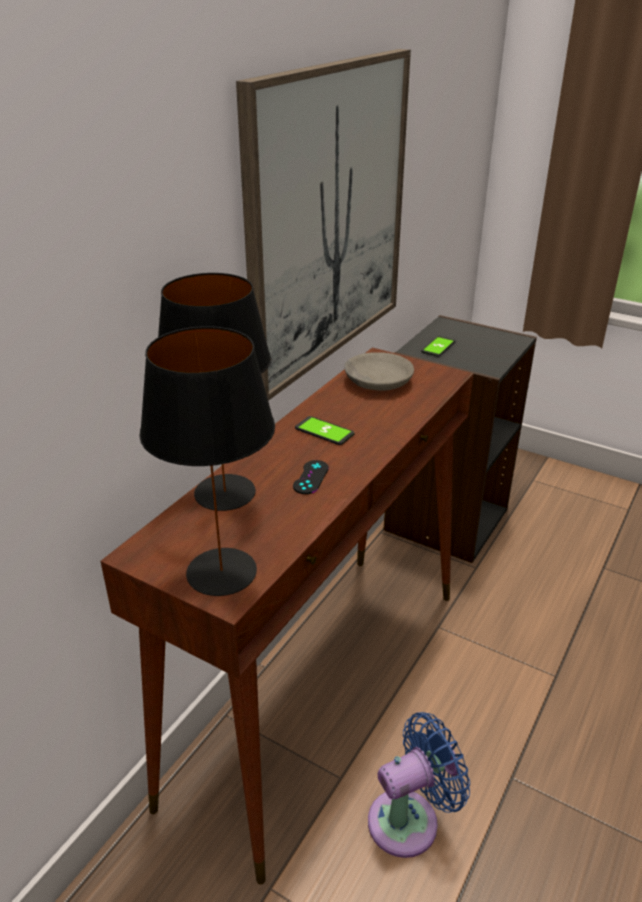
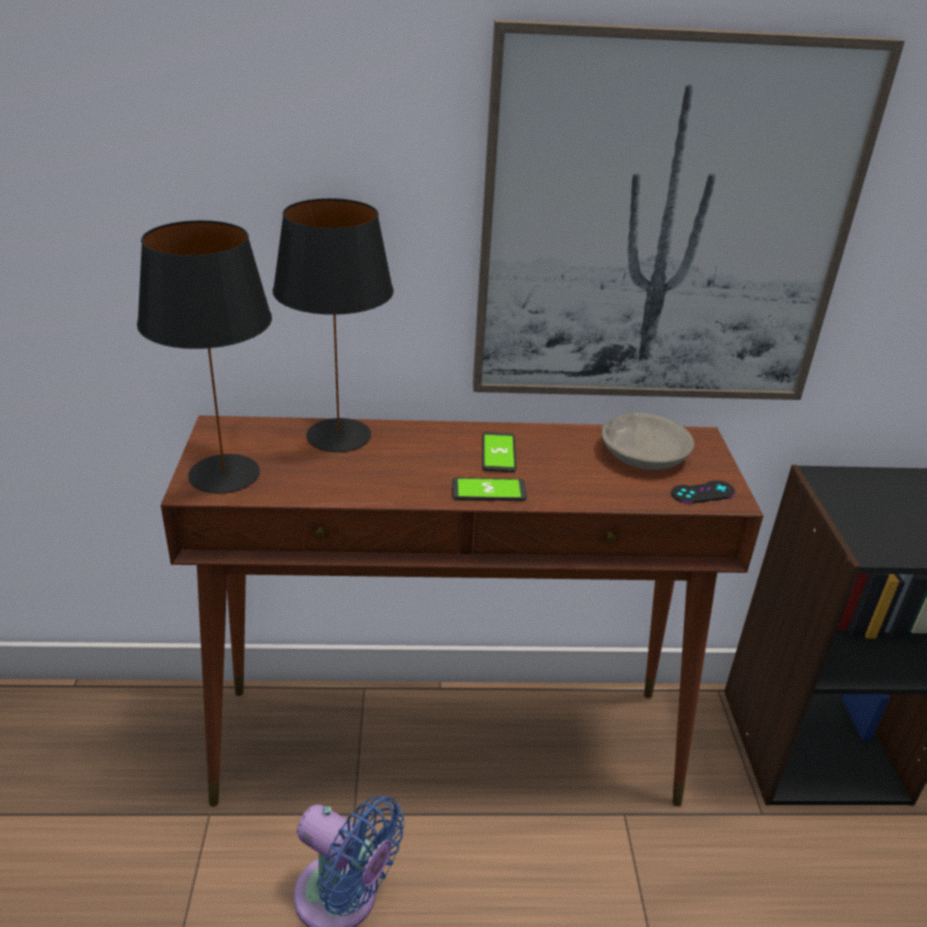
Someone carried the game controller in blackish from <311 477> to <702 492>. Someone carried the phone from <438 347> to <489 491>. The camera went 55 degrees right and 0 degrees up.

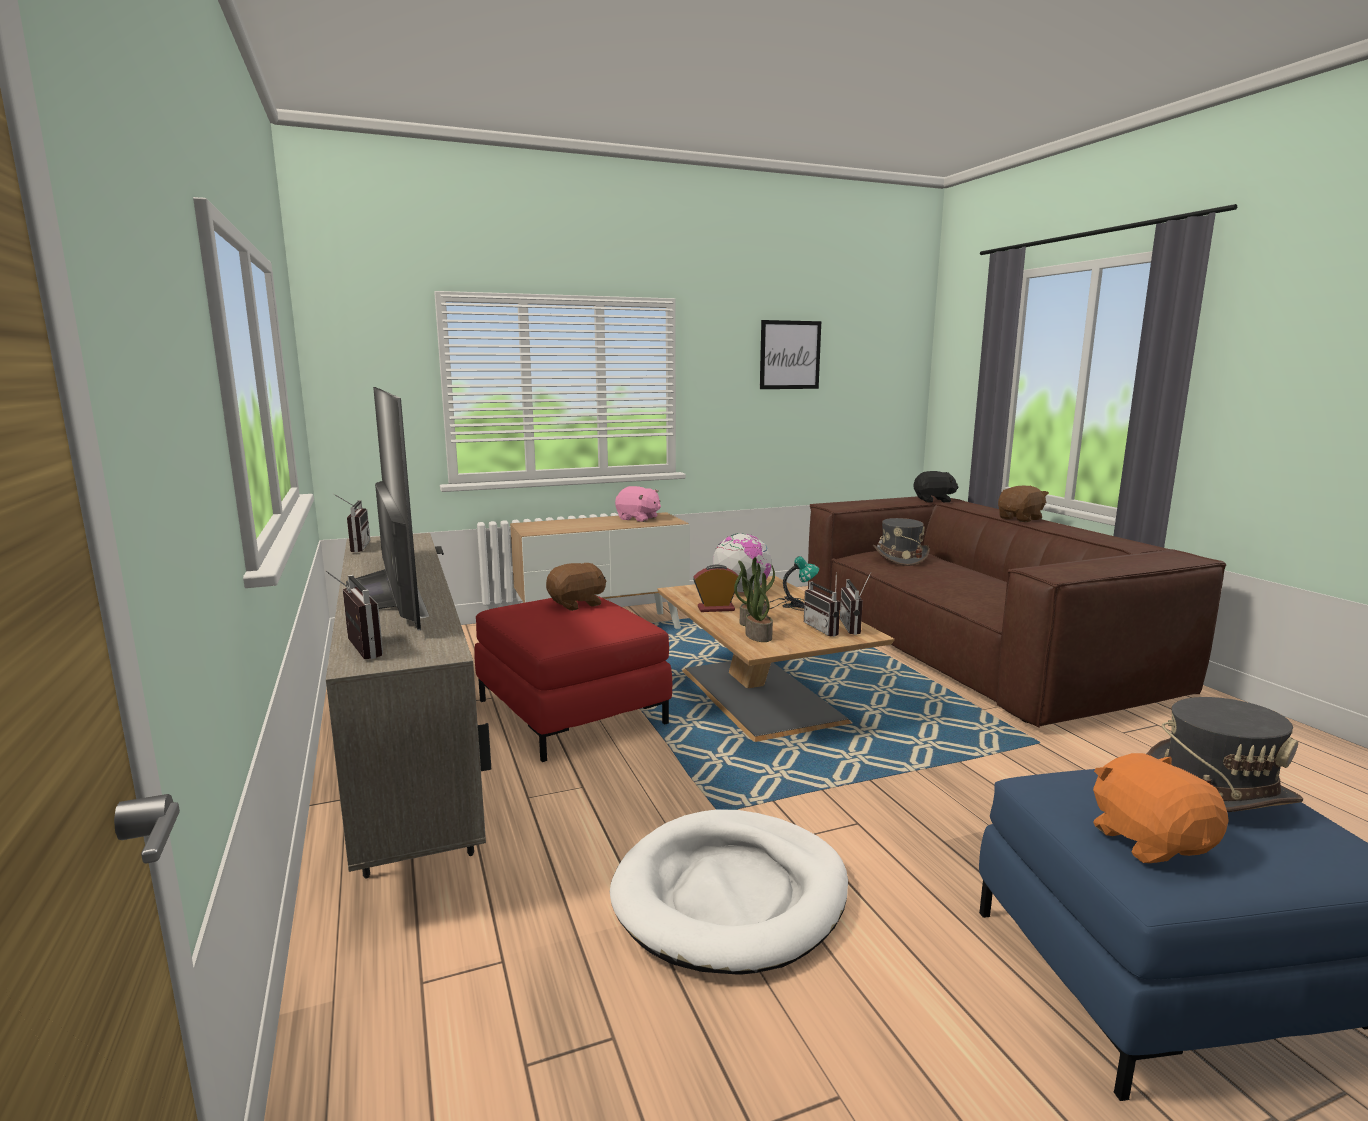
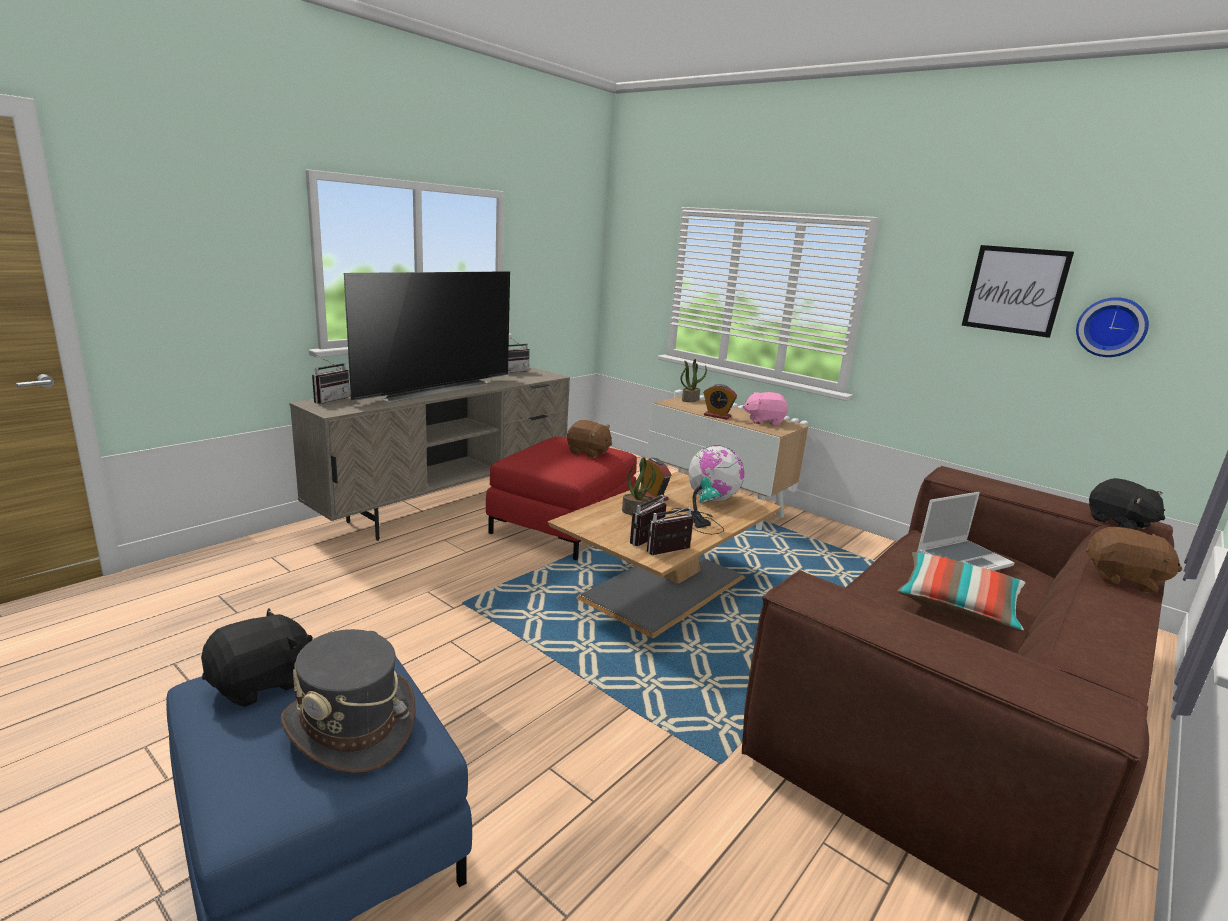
Someone took away the pet bed in whitish at <731 895>. Someone put down the alarm clock at <717 416>. Someone put down the pillow at <957 605>. Someone put up the hanging clock at <1112 327>. Someone carried the plant in a pot from <757 636> to <690 400>. Someone swapped the wearable hat in gray at <899 558> for the portable computer at <963 559>. Someone repainted the plush toy in orange at <1150 841>, which became the plush toy in blackish at <260 683>. Someone rotated the plush toy in pink-coloured at <638 519> by 90 degrees clockwise. The camera went 60 degrees right and 5 degrees up.

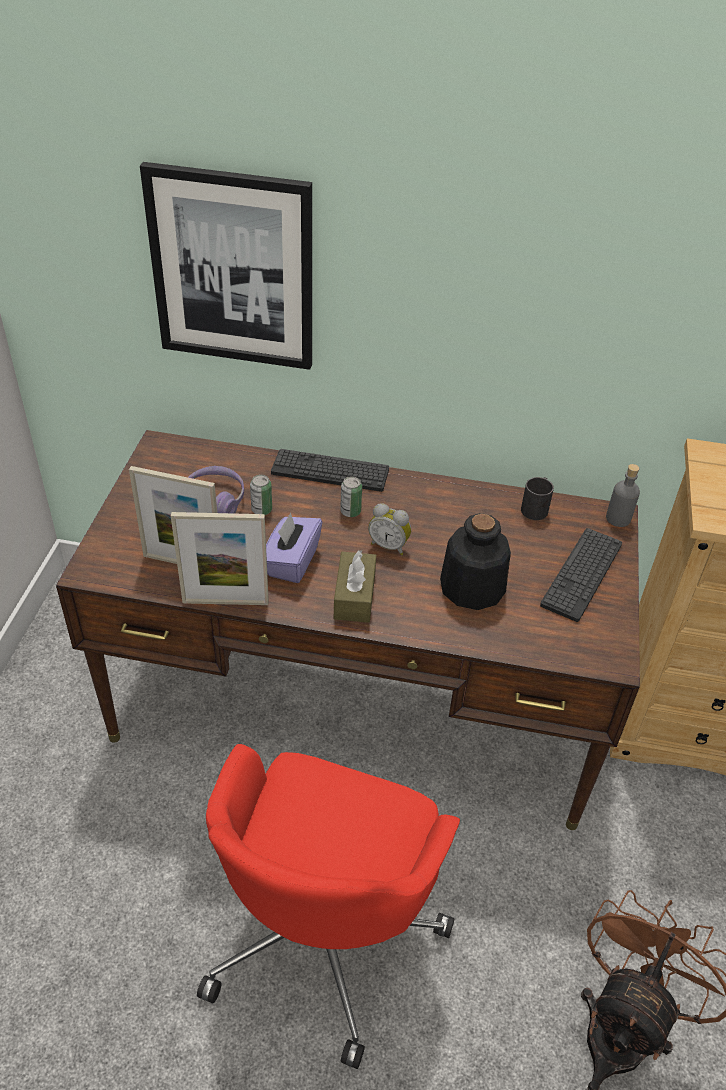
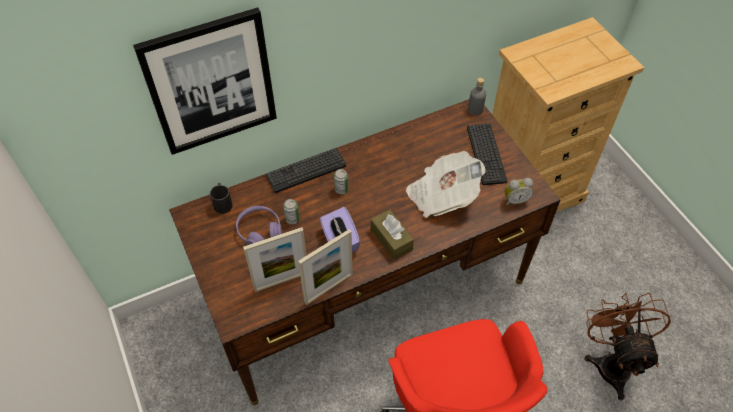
Someone carried the alarm clock from <389 545> to <515 200>. Someone carried the tea mug in blackish from <536 507> to <222 202>. Someone swapped the bottle at <471 587> for the daily paper at <442 195>. The camera went 35 degrees left and 10 degrees up.

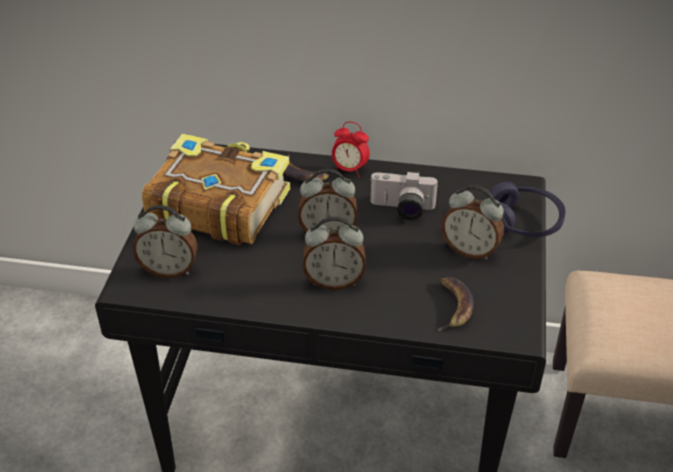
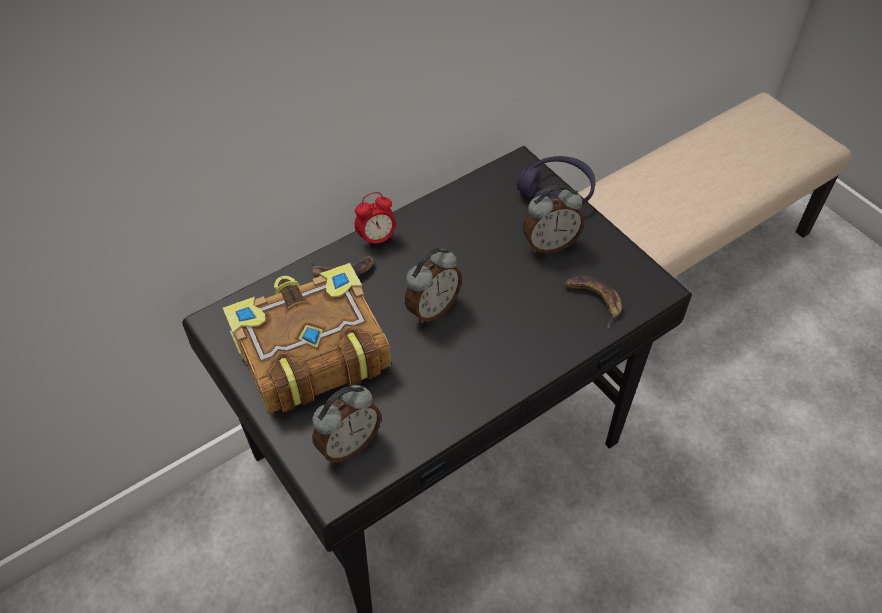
Someone took away the alarm clock at <334 281>. Someone took away the photo camera at <402 209>. The camera went 45 degrees left and 10 degrees up.

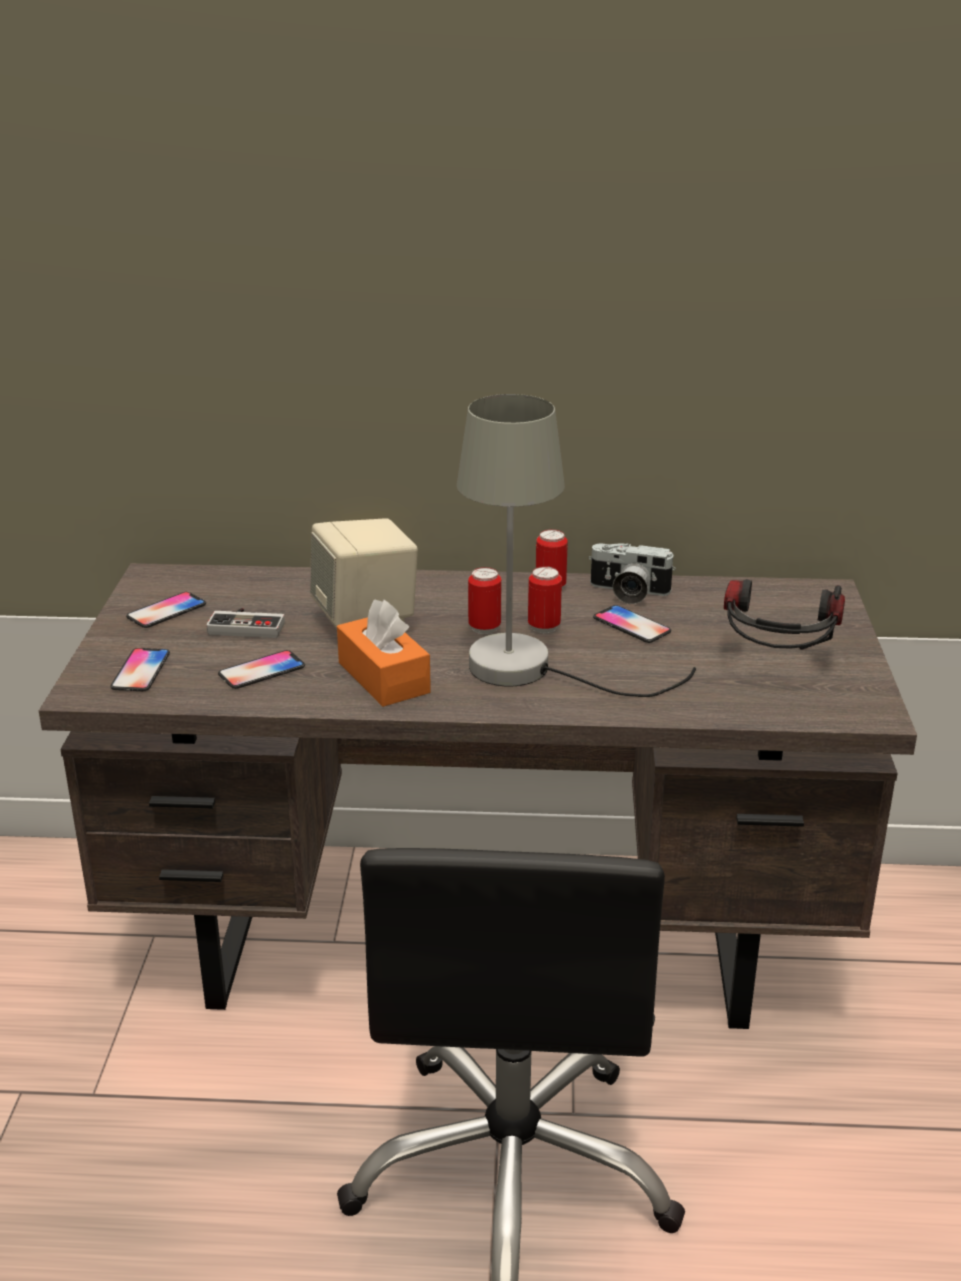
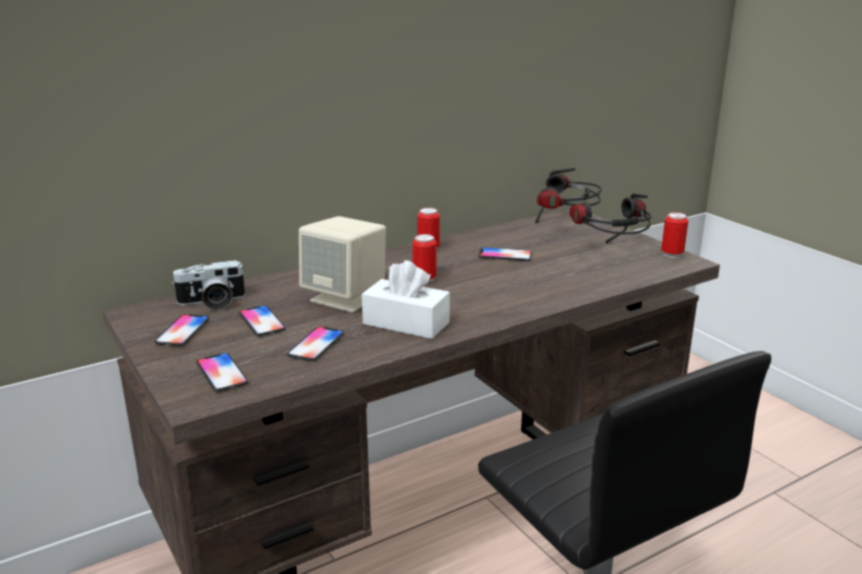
Someone took away the table lamp in gray at <534 670>. Someone put down the headphones at <565 229>. Someone carried the metal can from <544 627> to <672 254>. Someone carried the photo camera from <628 593> to <212 303>. Someone swapped the game controller at <248 625> for the phone at <262 322>. Someone repainted the tissue holder in orange at <383 678>, which became the tissue holder in whitish at <406 323>. The camera went 35 degrees left and 5 degrees down.

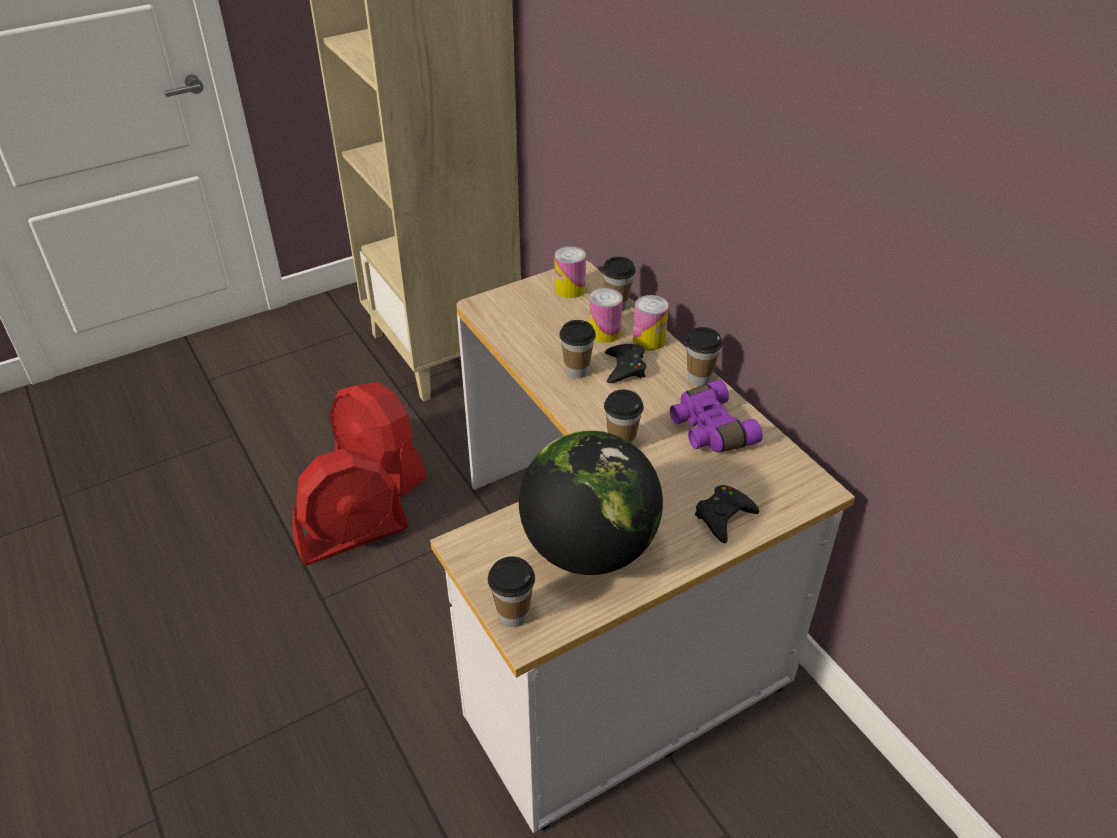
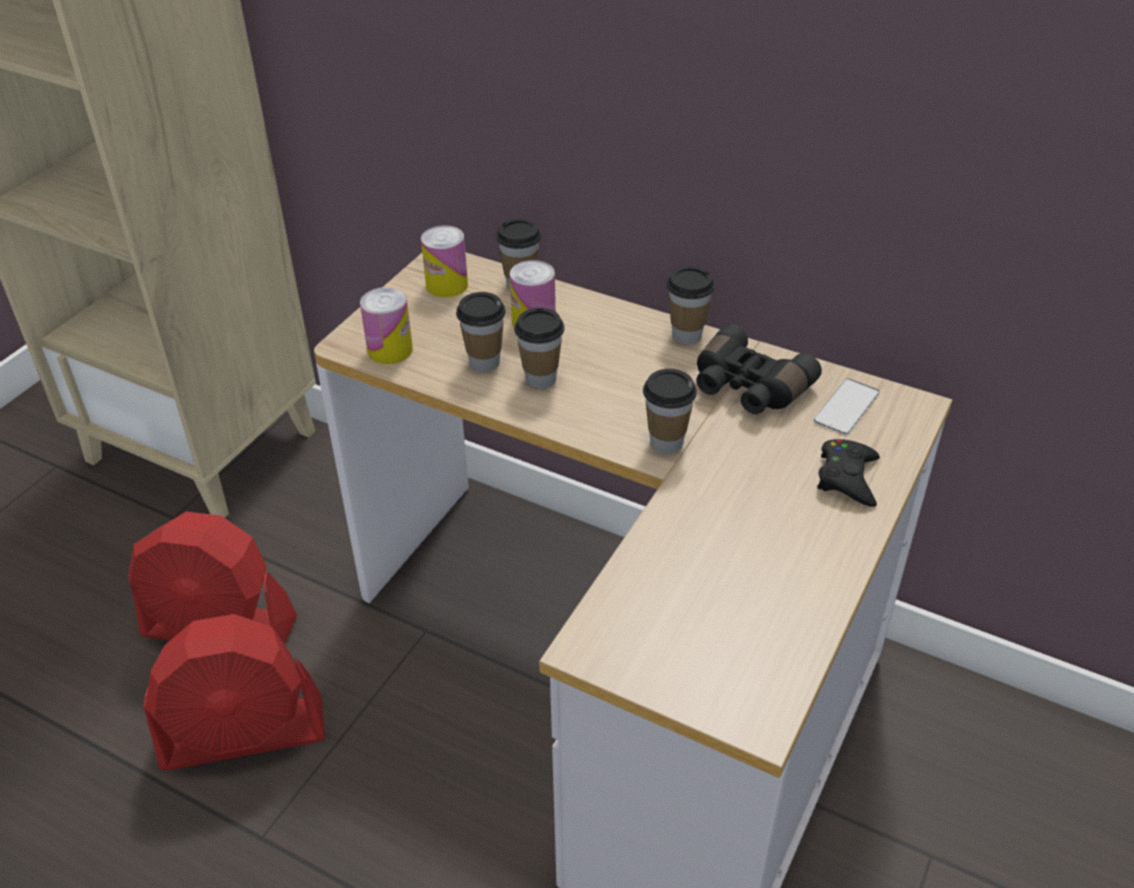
Someone took away the globe at <588 548>. Someone took away the game controller in blackish at <625 368>. Someone put down the phone at <846 407>. Someone carried the small cup from <513 615> to <484 362>. Someone carried the metal can from <649 340> to <390 350>. Someone repainted the field glasses in purplish at <709 430>, which became the field glasses in blackish at <747 388>. Someone rotated the electric fan in red-coloured at <352 535> by 45 degrees clockwise. The camera went 30 degrees left and 0 degrees up.

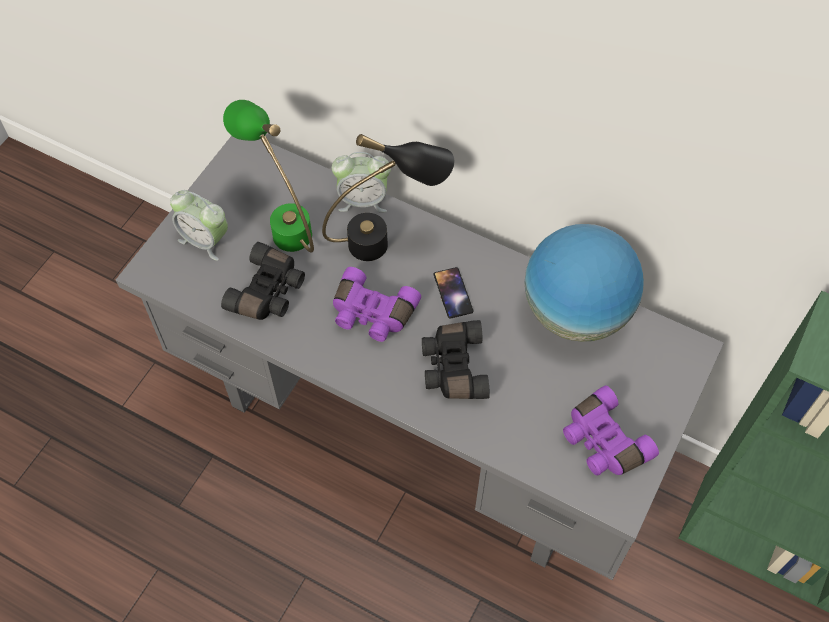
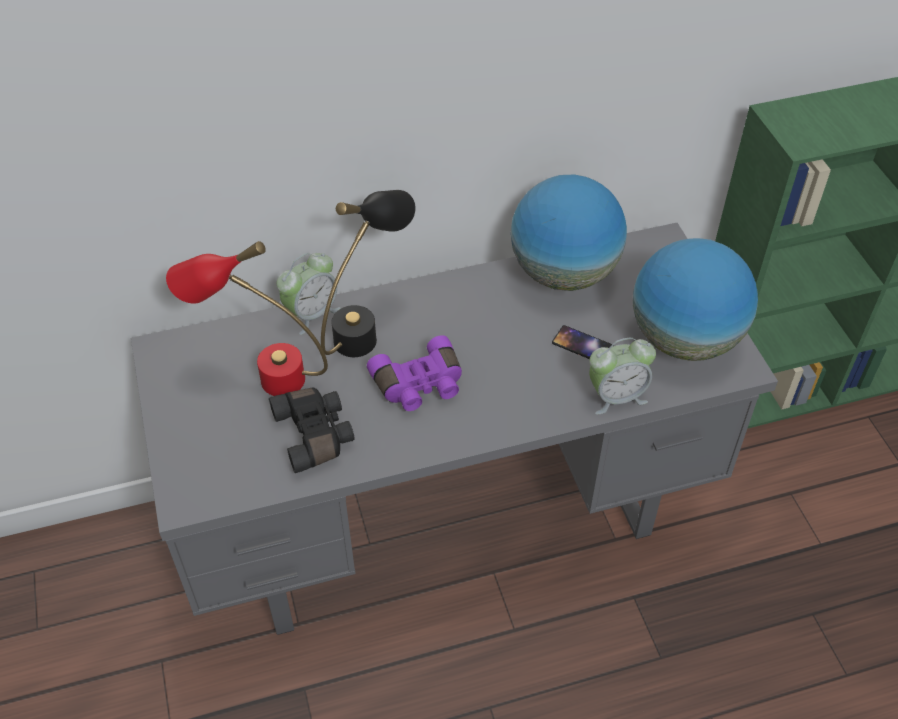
Someone took away the field glasses in blackish at <453 367>. Someone carried the alarm clock from <205 240> to <616 396>. Someone carried the phone from <453 293> to <583 345>. Someone swapped the field glasses in purplish at <602 442> for the globe at <684 340>. Someone repainted the table lamp in greenish at <282 222>, which became the table lamp in red-coloured at <261 376>. The camera went 45 degrees left and 10 degrees down.

